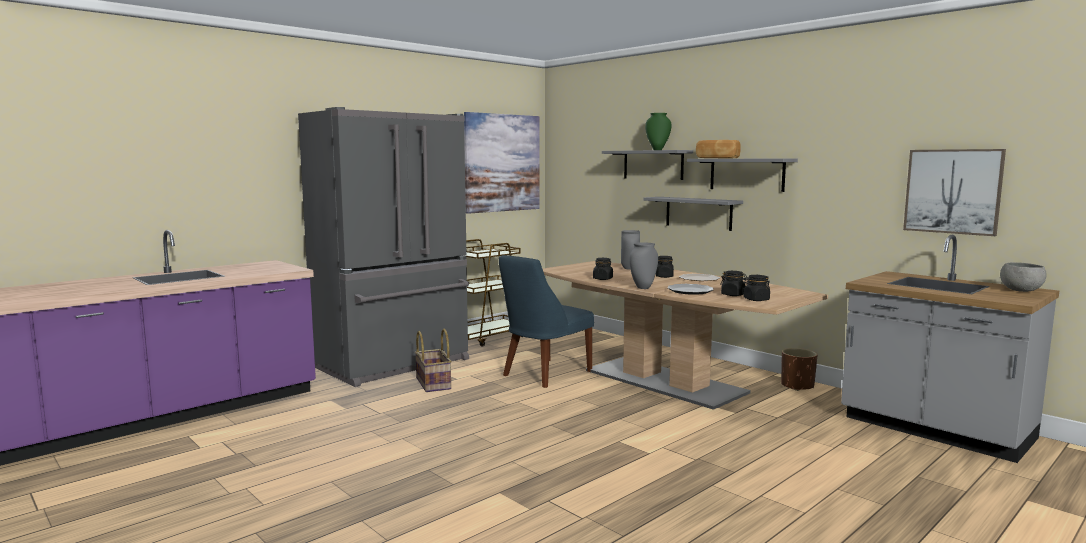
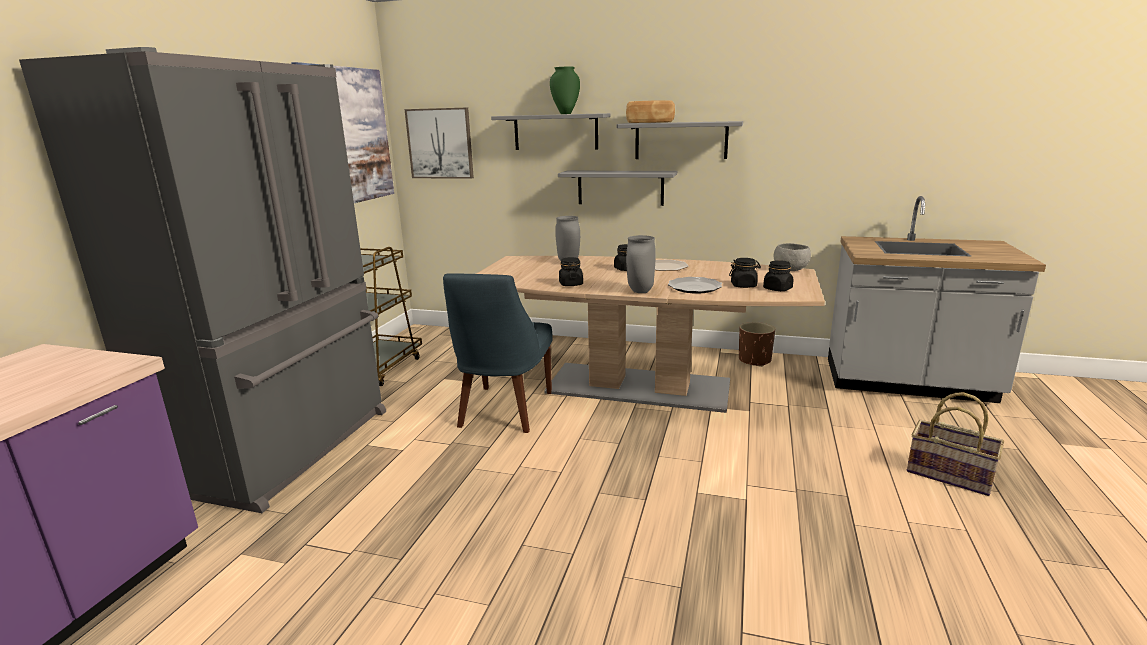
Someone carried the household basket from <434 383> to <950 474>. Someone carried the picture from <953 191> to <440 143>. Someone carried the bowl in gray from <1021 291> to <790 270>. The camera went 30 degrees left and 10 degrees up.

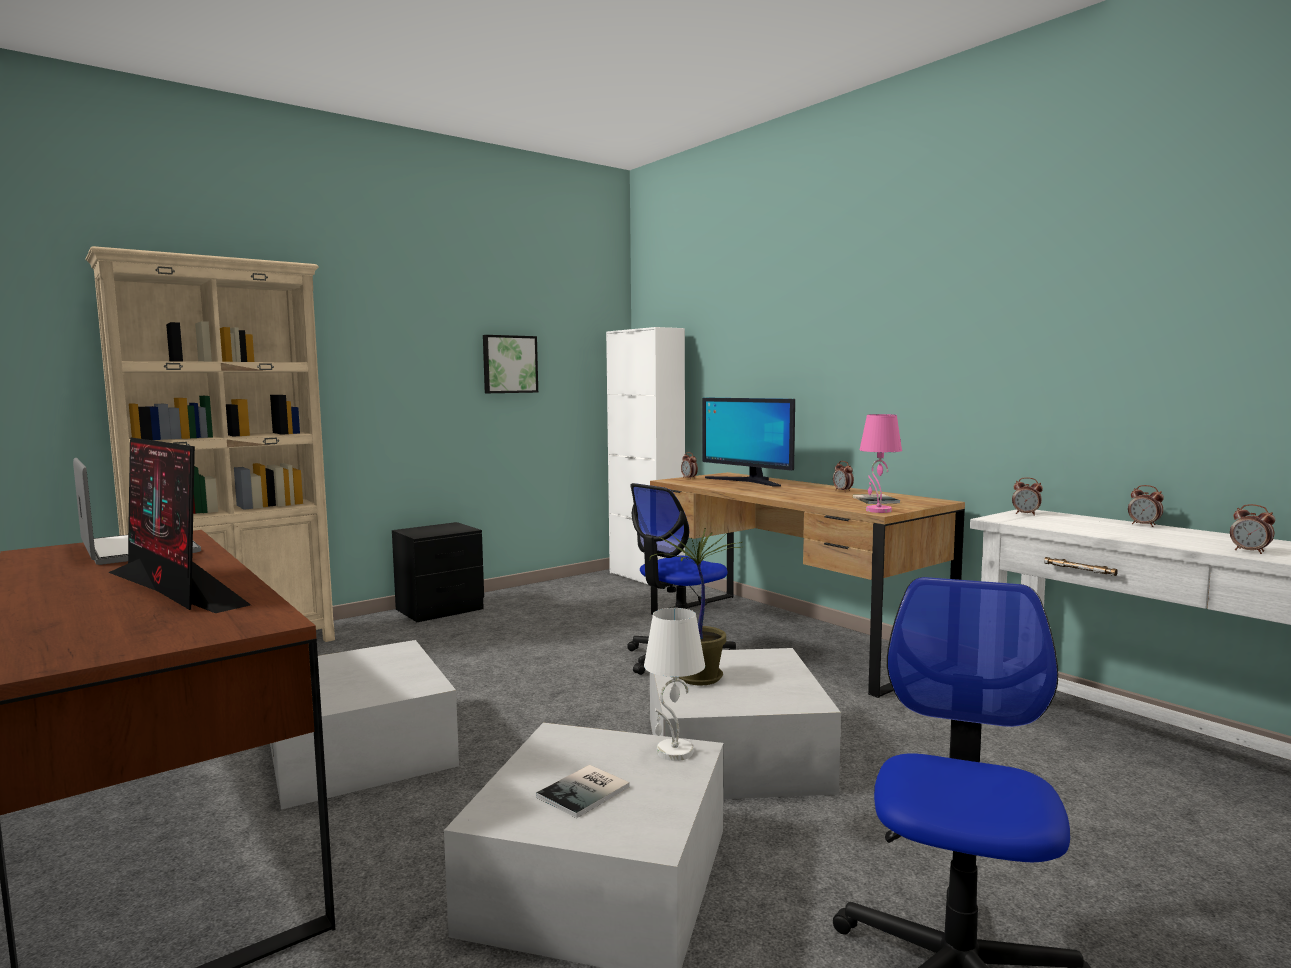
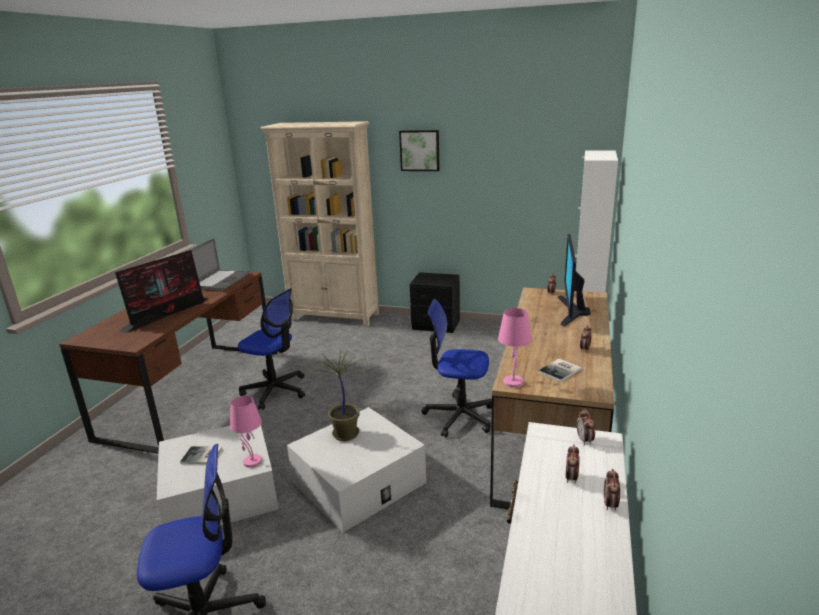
Someone carried the picture from <509 364> to <420 150>. Someone carried the alarm clock from <1250 551> to <571 478>. Someone swapped the storage bin in whitish at <359 749> for the desk chair at <275 391>. Someone repainted the table lamp in whitish at <674 752>, which became the table lamp in pink-coloured at <251 461>. Someone rotated the monitor at <174 588> by 150 degrees counterclockwise. The camera went 55 degrees right and 15 degrees up.

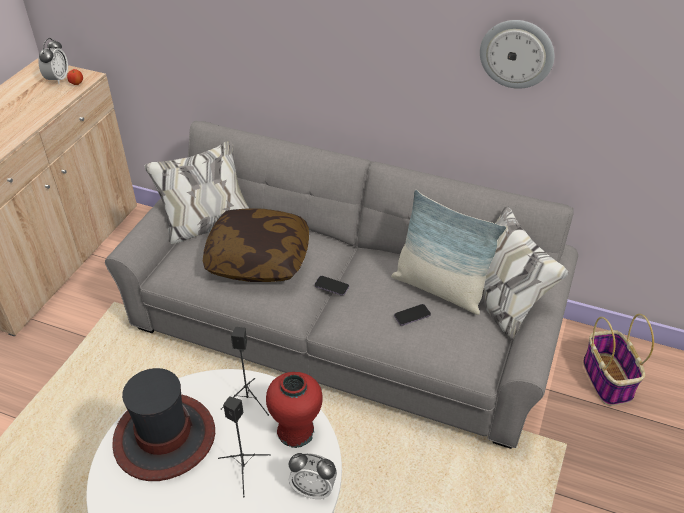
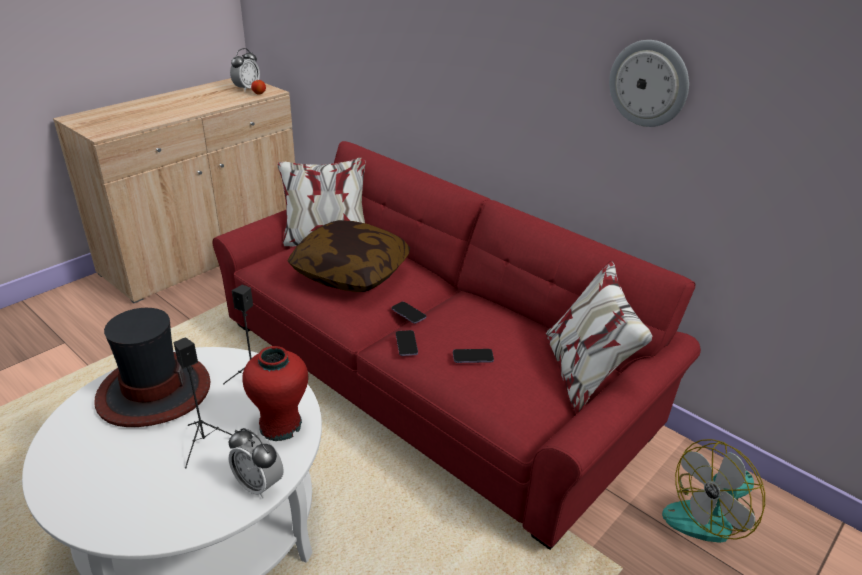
Someone took away the pillow at <439 289>. Someone put down the phone at <406 344>. Someone swapped the household basket at <608 380> for the electric fan at <709 516>. Someone repainted the couch in gray at <343 327>, which became the couch in red-coloured at <429 376>. The camera went 20 degrees right and 10 degrees down.

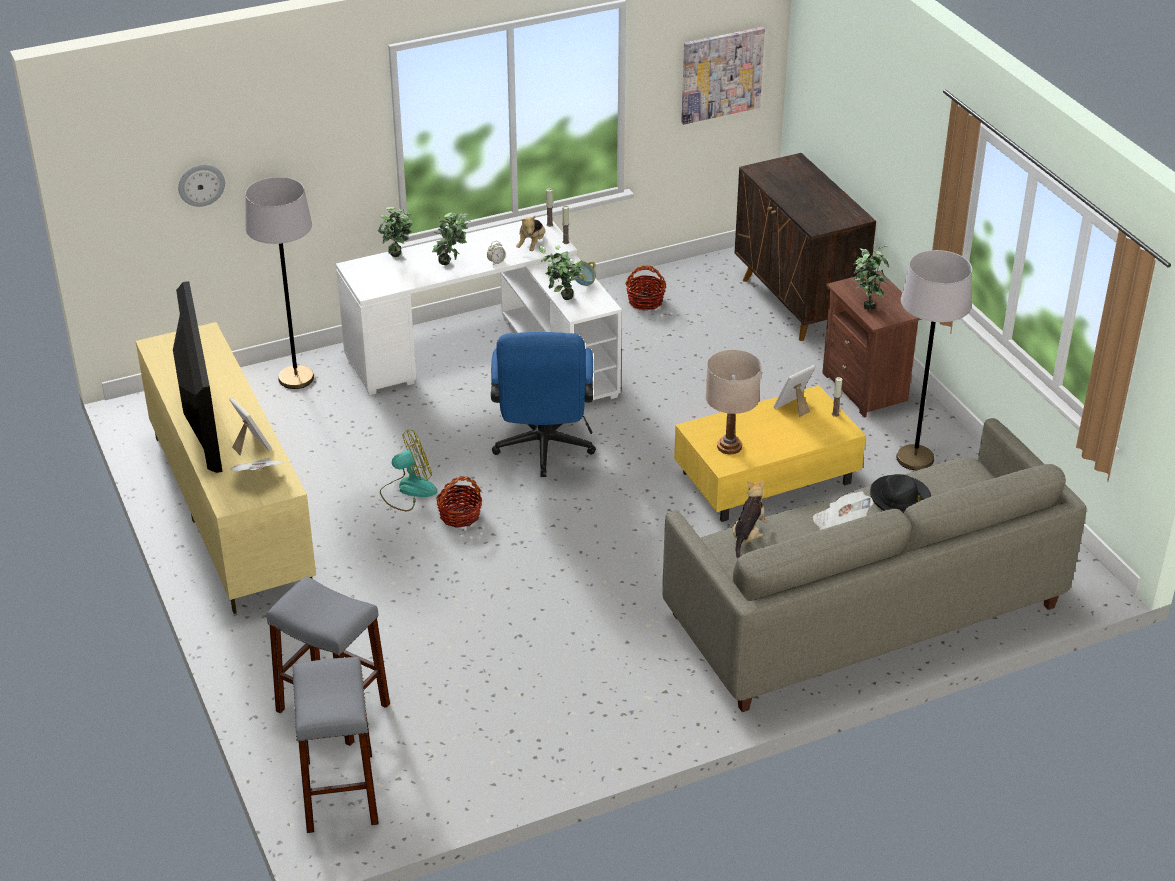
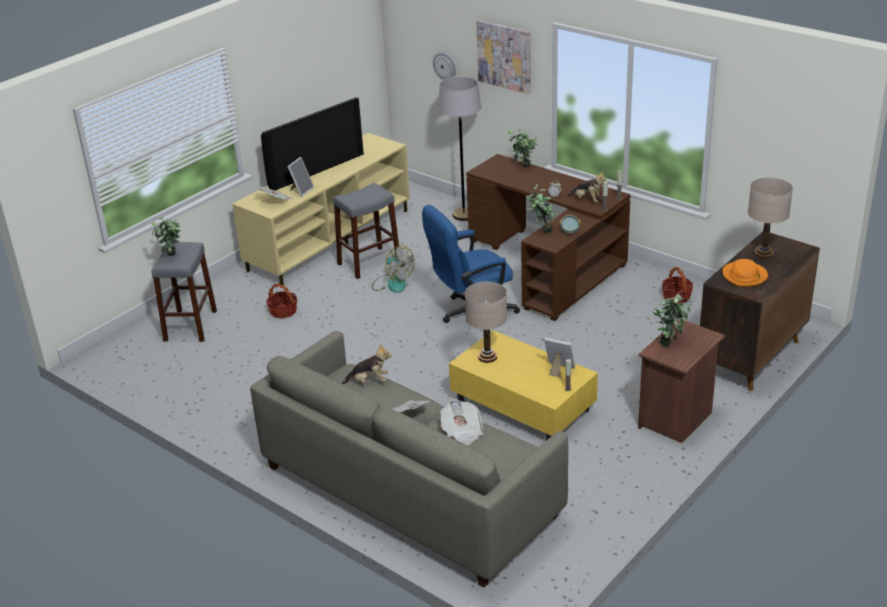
Someone took away the standing lamp in gray at <915 459>. Someone put down the wearable hat in orange at <745 276>. Someone put down the table lamp in beige-coloured at <763 254>. Someone carried the stool seat in gray from <340 792> to <369 263>. Someone carried the plant in a pot from <452 264> to <172 257>. Someone carried the household basket from <459 515> to <283 311>. Someone carried the picture from <721 74> to <504 56>. Someone swapped the wearable hat in blackish at <900 498> for the daily paper at <462 432>. Someone repainted the desk in whitish at <491 357>, which became the desk in brown at <550 265>. Someone rotated the plush toy at <532 245> by 135 degrees counterclockwise. The camera went 65 degrees right and 5 degrees down.

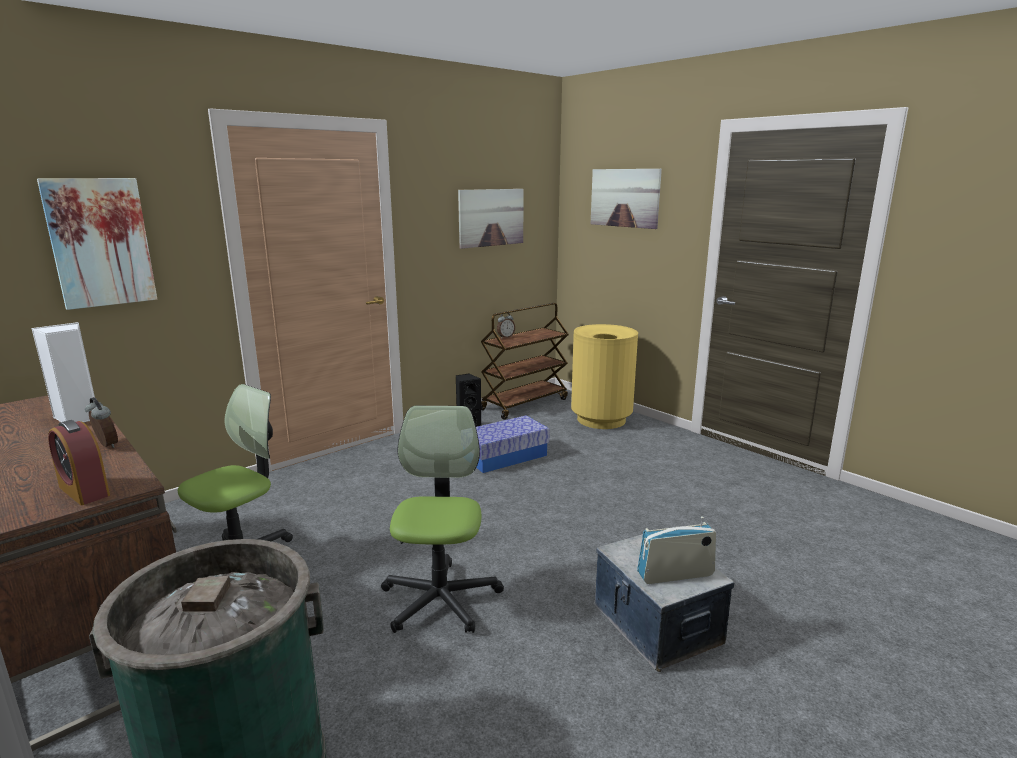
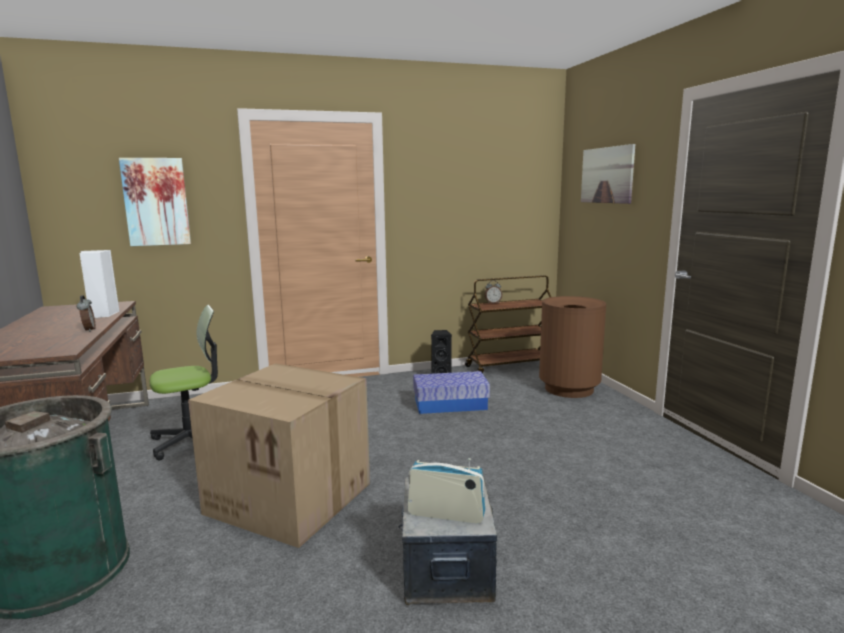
Someone took away the alarm clock at <84 491>. Someone took away the picture at <491 217>. Someone swapped the desk chair at <440 599> for the cardboard box at <292 497>. Someone repainted the rubbish bin in yellow at <601 419>, which became the rubbish bin in brown at <569 389>. The camera went 25 degrees right and 5 degrees down.

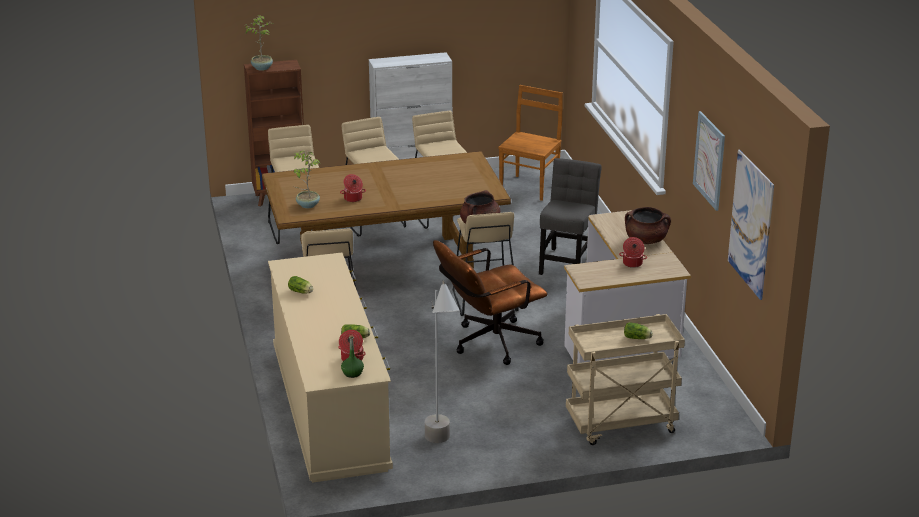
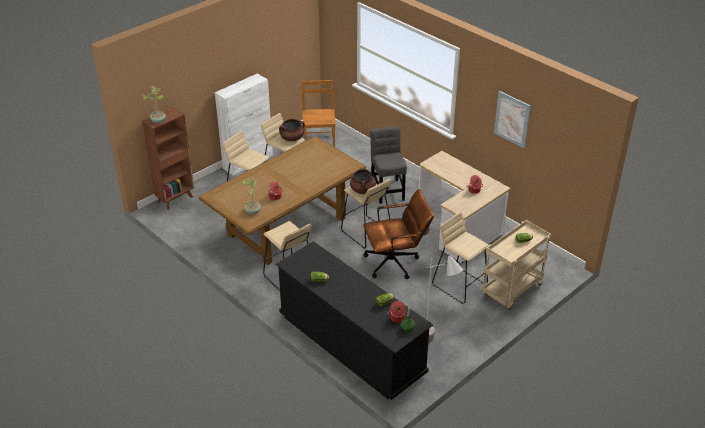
Someone took away the picture at <751 224>. Someone carried the stool seat in beige-coloured from <298 229> to <459 284>. Someone carried the stockpot in brown from <646 240> to <292 138>. Someone repainted the drawer chest in beige-coloured at <330 410>, which became the drawer chest in blackish at <351 344>. Someone rotated the desk chair in brown at <489 344> by 135 degrees counterclockwise. The camera went 30 degrees left and 10 degrees up.

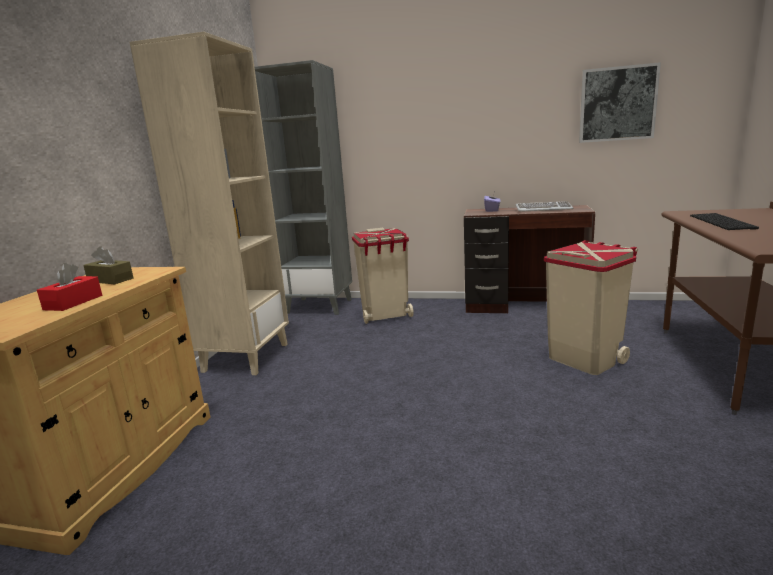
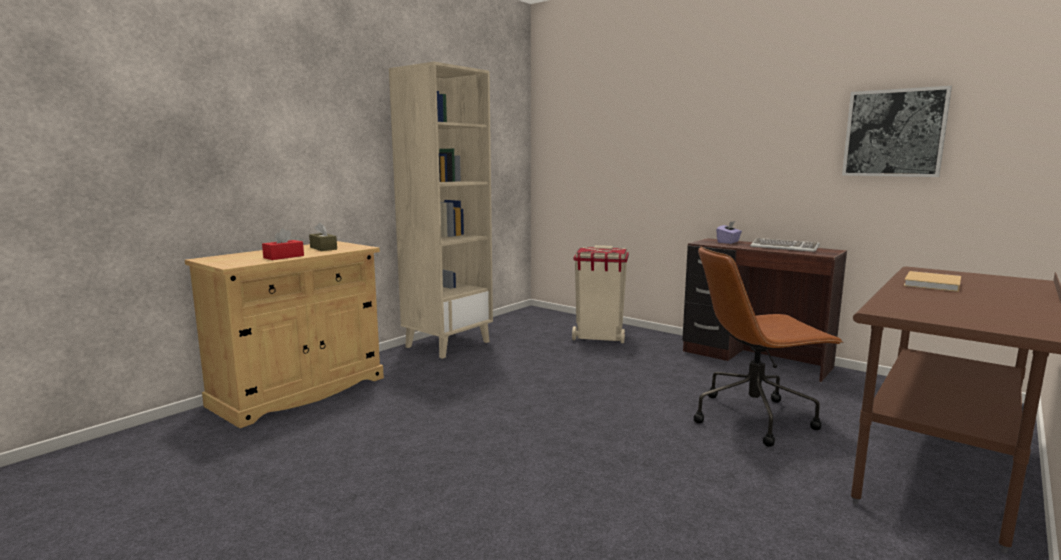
Someone took away the bookcase in gray at <320 306>. Someone swapped the rubbish bin in beige-coloured at <584 359> for the desk chair in brown at <754 417>. Someone swapped the keyboard at <723 222> for the book in beige-coloured at <932 284>. The camera went 25 degrees right and 5 degrees down.

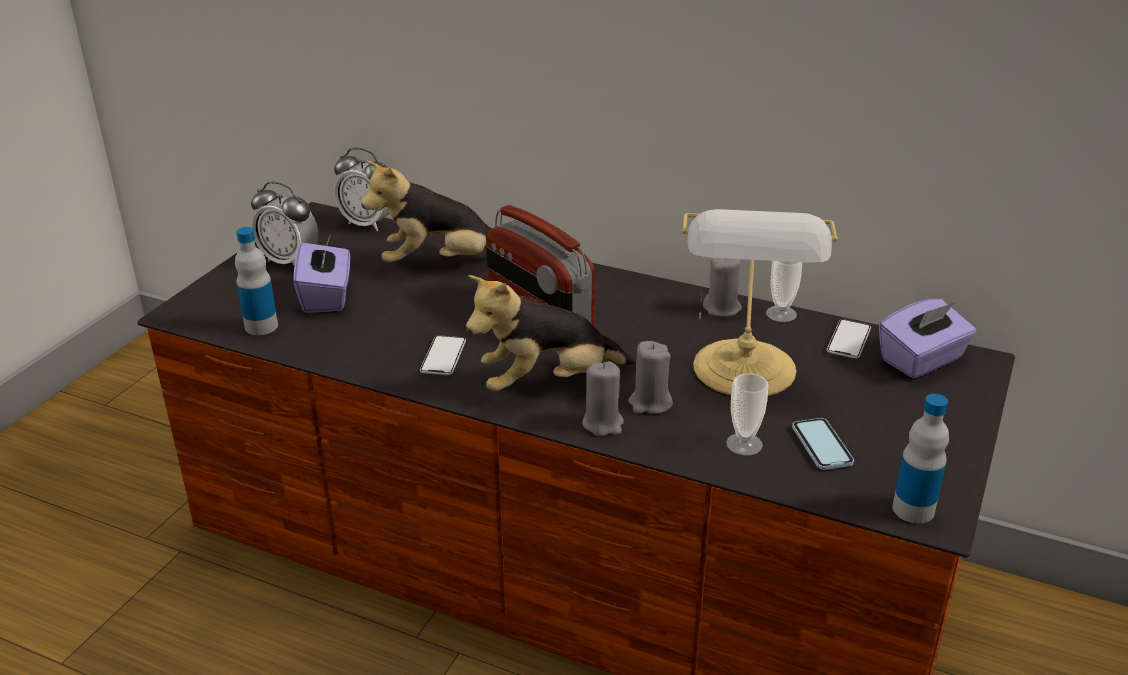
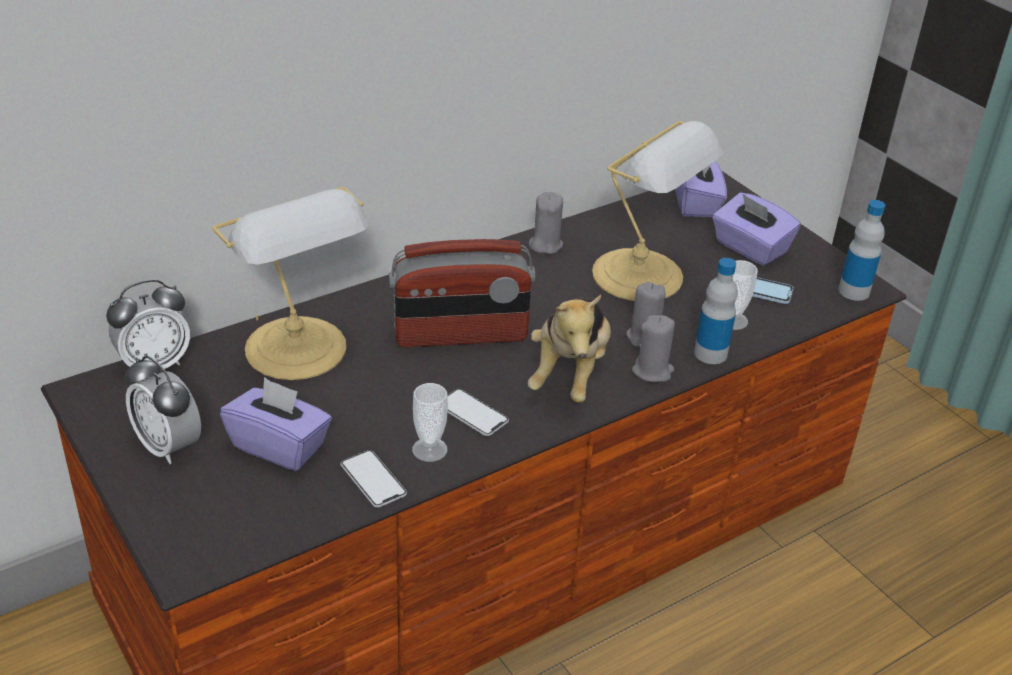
Someone put down the tissue holder in purplish at <750 248>. Someone carried the bottle from <261 326> to <710 353>. Someone carried the small cup from <781 314> to <429 449>. Someone carried the phone from <848 340> to <373 480>. Someone swapped the plush toy at <441 263> for the table lamp at <299 351>. Someone rotated the alarm clock at <289 261> by 75 degrees clockwise. The camera went 60 degrees left and 5 degrees up.

